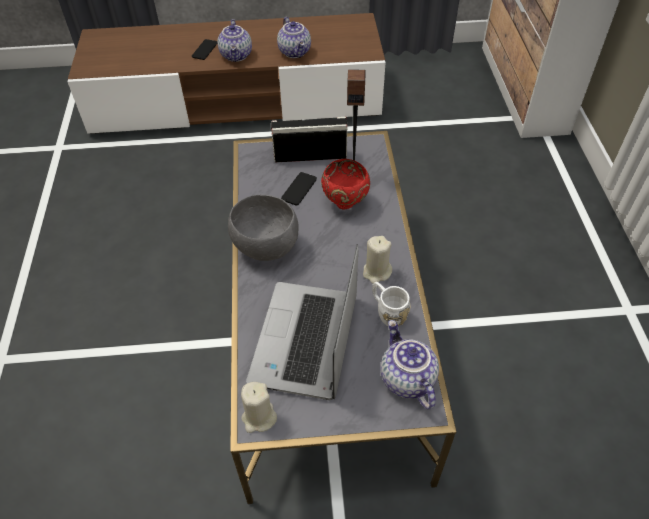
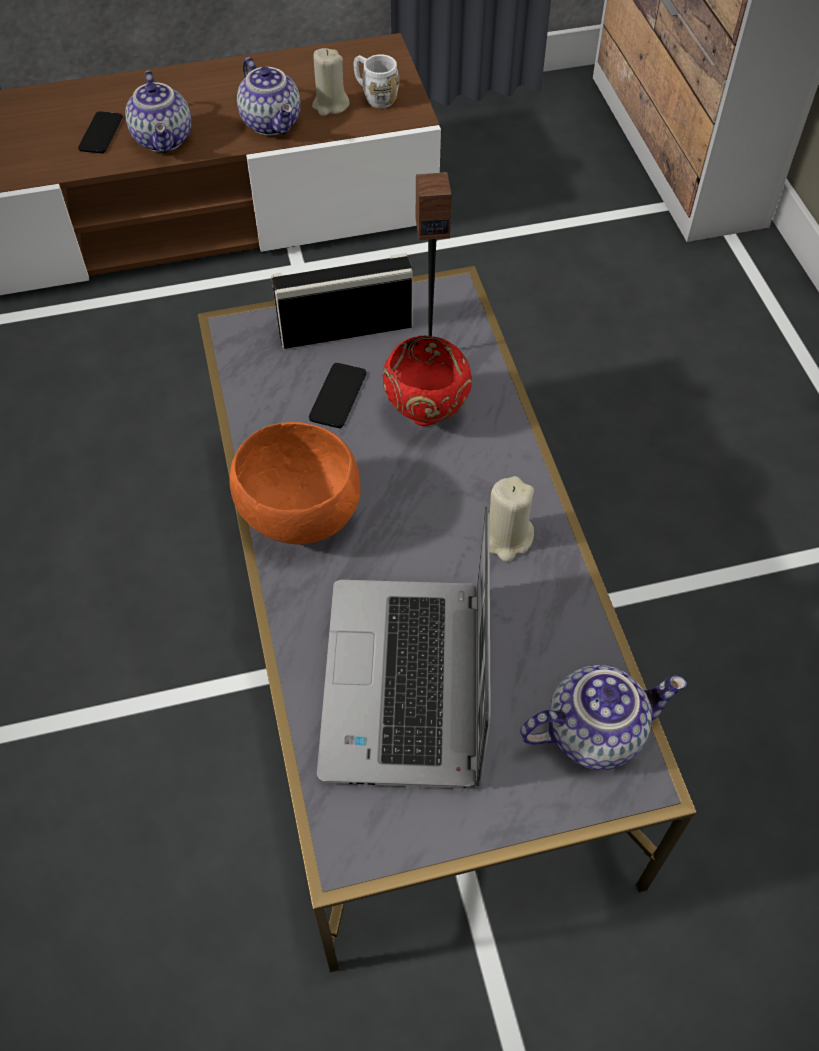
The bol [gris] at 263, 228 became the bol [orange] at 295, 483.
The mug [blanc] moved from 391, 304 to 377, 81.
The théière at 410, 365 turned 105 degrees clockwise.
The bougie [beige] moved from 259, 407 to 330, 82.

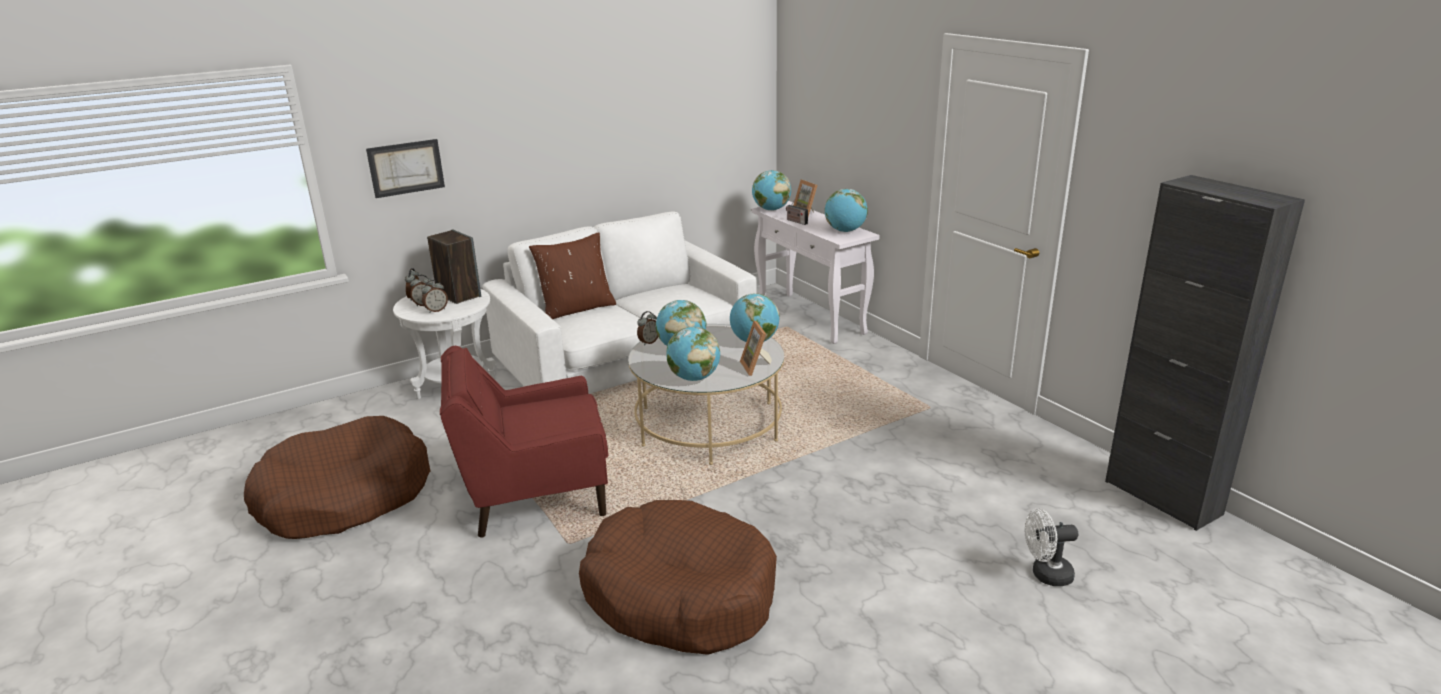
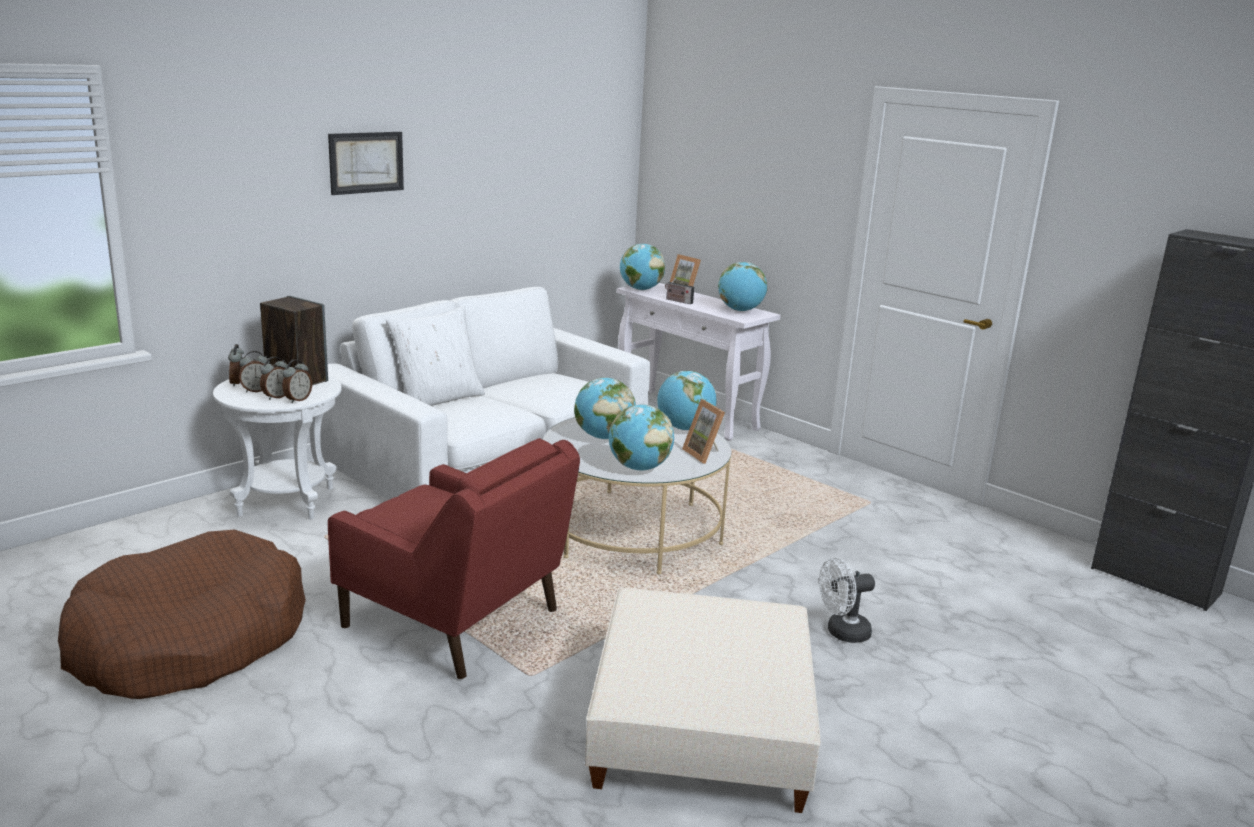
The tableau moved from 405, 168 to 366, 163.
The coussin [marron] at 572, 275 became the coussin [blanc] at 435, 356.
The réveil moved from 647, 328 to 297, 381.
The fauteuil [rouge] at 524, 442 turned 120 degrees counterclockwise.
The panier pour chien [marron] at 678, 577 was replaced by the pouf [beige] at 702, 700.
The ventilateur [blanc] moved from 1051, 547 to 847, 600.

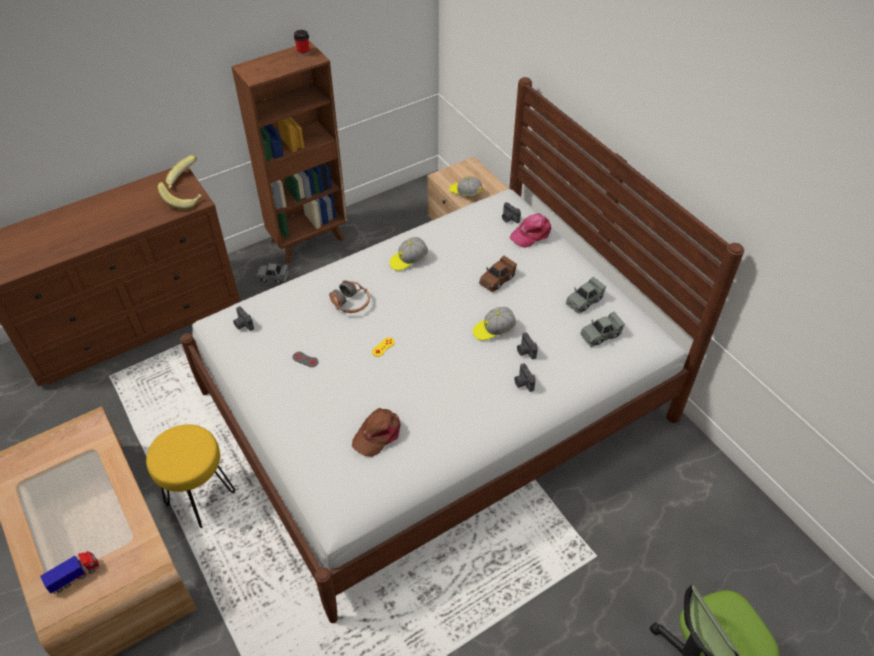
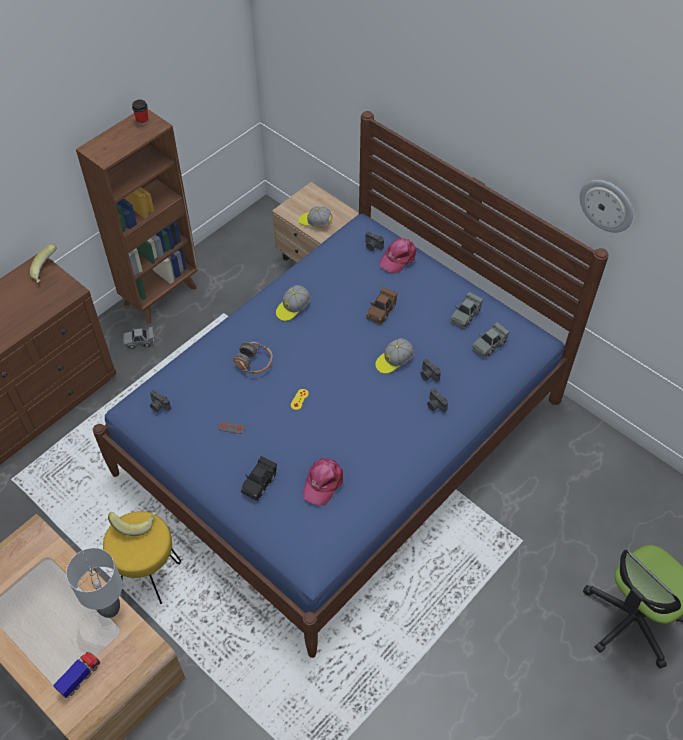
The lit [blanc] at 462, 350 became the lit [bleu] at 351, 384.
The banane moved from 179, 196 to 132, 524.
The casquette [marron] at 376, 432 became the casquette [rose] at 322, 481.
The horloge murale at 606, 206 appeared.
The petite voiture [noir] at 259, 478 appeared.
The lampe de table [gris] at 94, 583 appeared.

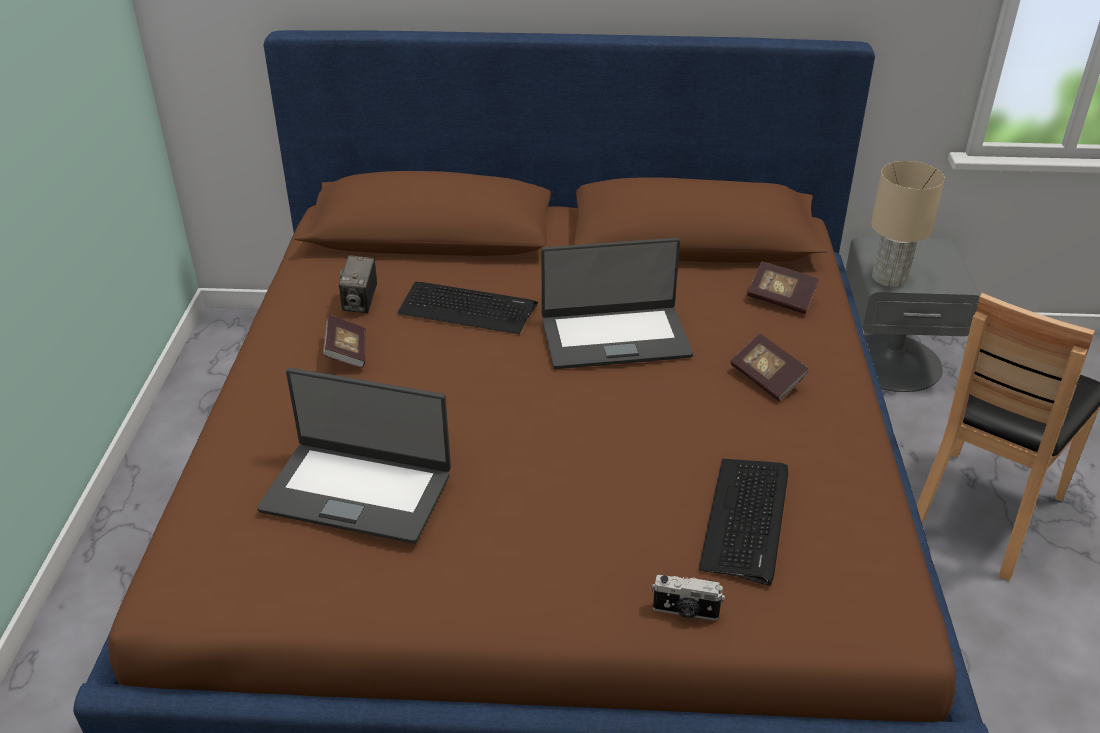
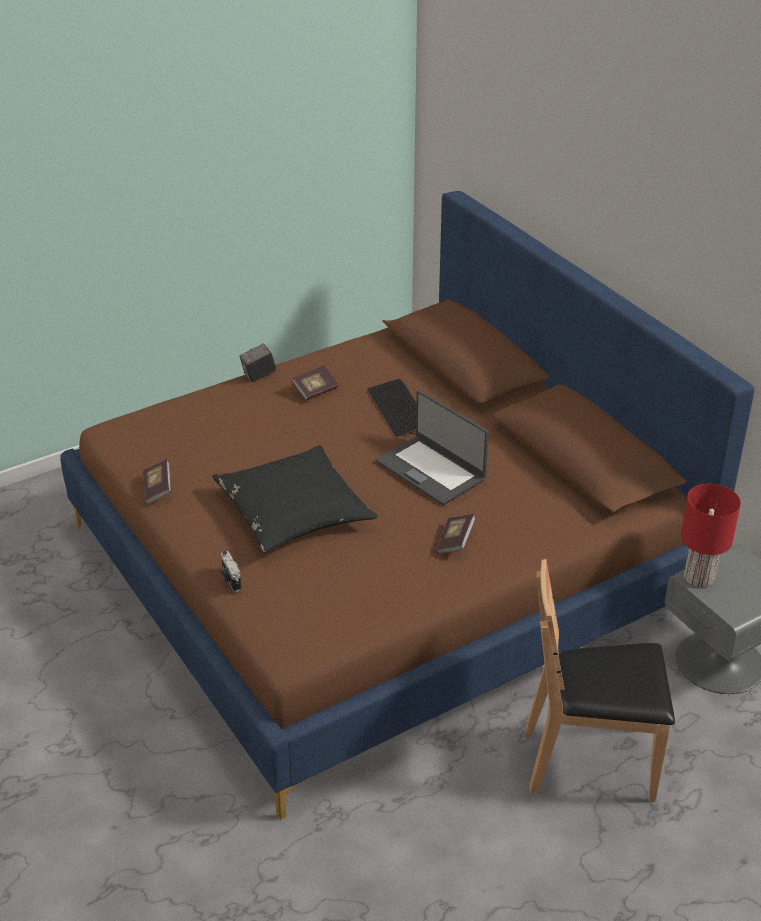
The lampe de table [beige] at 908, 224 became the lampe de table [rouge] at 711, 535.
The appareil photo moved from 358, 284 to 258, 363.
The livre moved from 783, 287 to 157, 481.
The ordinateur portable at 354, 456 disappeared.
The clavier at 743, 522 disappeared.
The coussin [noir] at 295, 499 appeared.

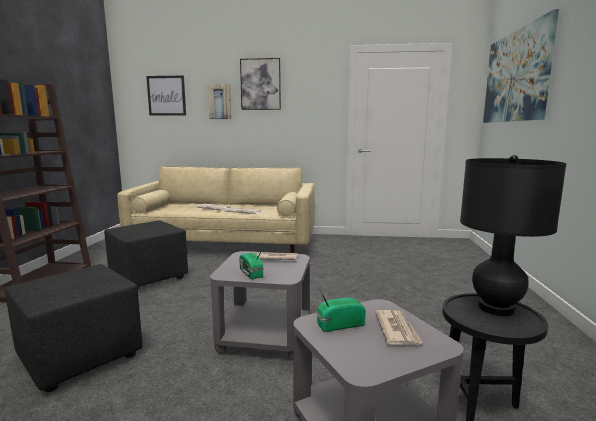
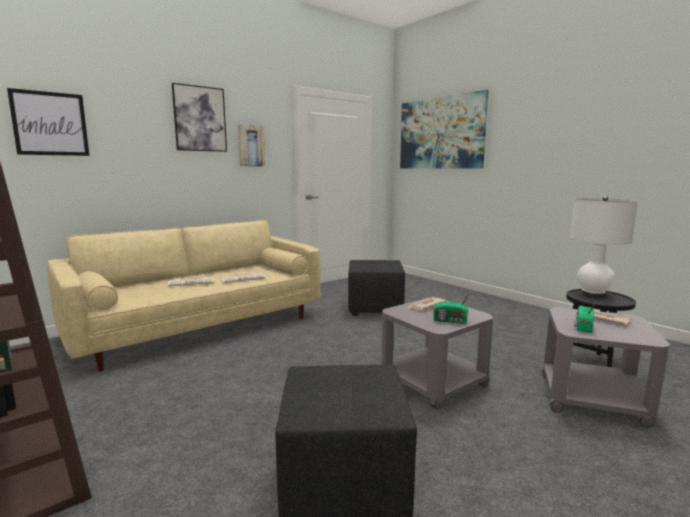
The tableau moved from 219, 102 to 251, 145.
The lampe de table [noir] at 513, 235 became the lampe de table [blanc] at 604, 247.
The pouf [noir] moved from 146, 254 to 376, 288.

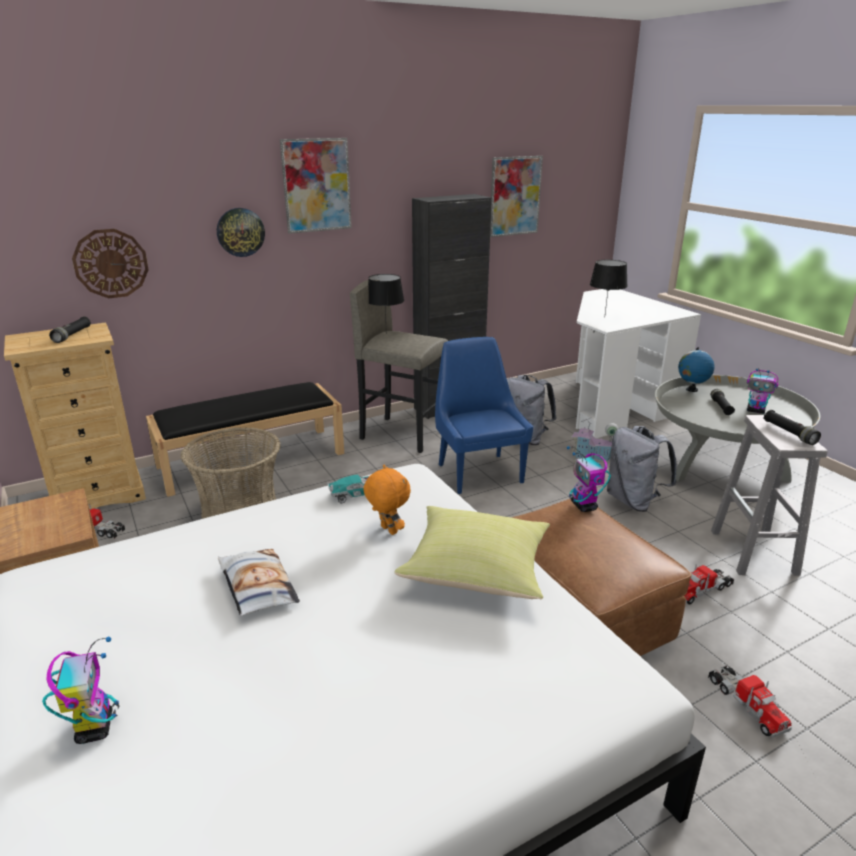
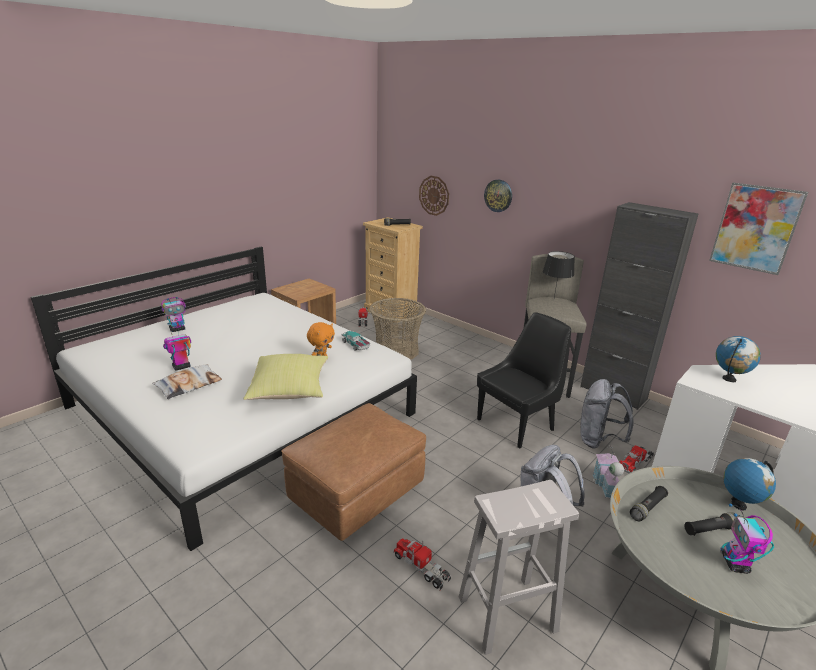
The tableau at 316, 186 disappeared.
The lampe de table [noir] at 609, 289 was replaced by the globe at 738, 359.
The chaise [bleu] at 484, 415 became the chaise [noir] at 524, 380.
The banc [noir] at 245, 439 disappeared.
The lampe de poche [noir] moved from 792, 427 to 649, 503.
The robot jouet moved from 589, 479 to 177, 346.
The coussin moved from 259, 582 to 187, 381.
The camion jouet moved from 750, 702 to 636, 459.

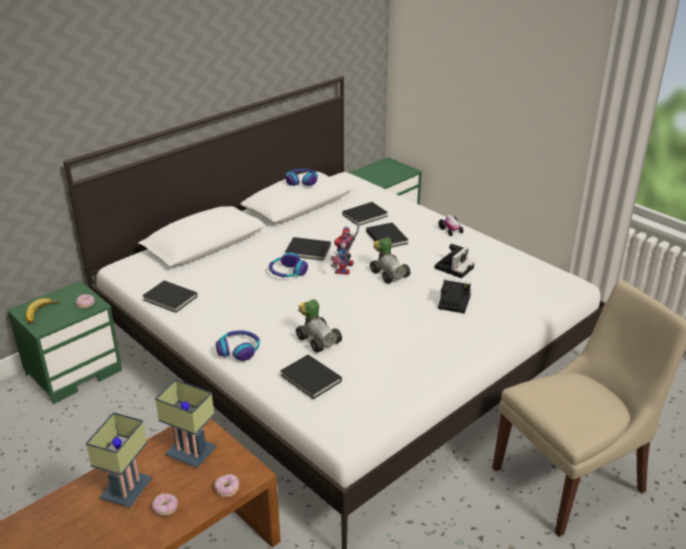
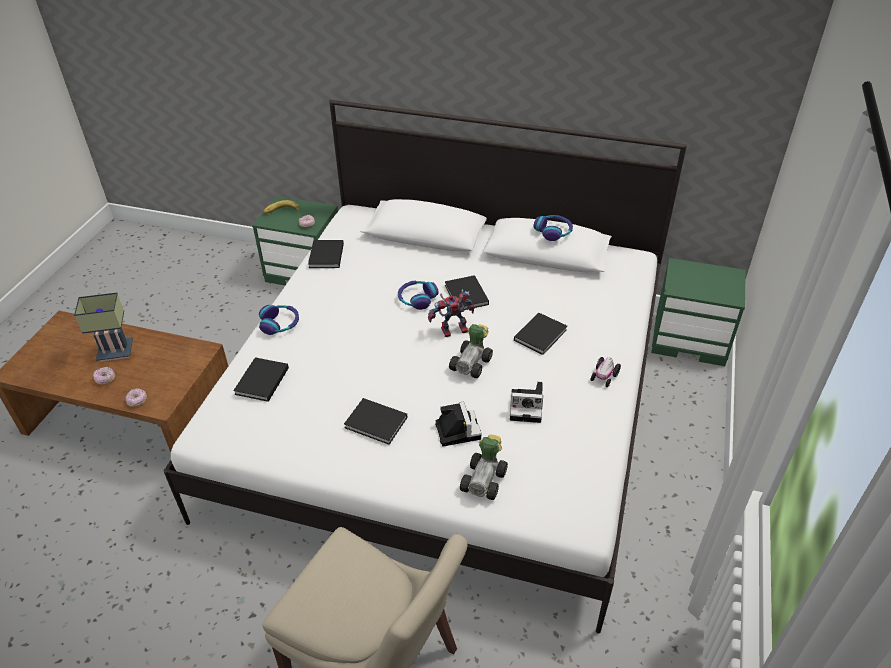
The livre [noir] moved from 365, 214 to 375, 421.
The petite voiture moved from 319, 325 to 484, 467.
The lampe de table at 186, 423 disappeared.

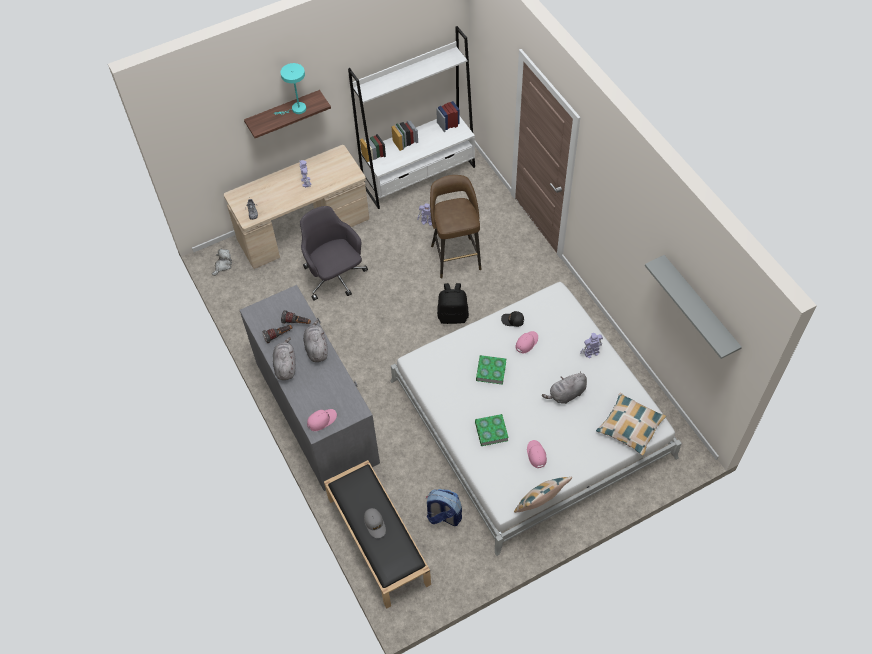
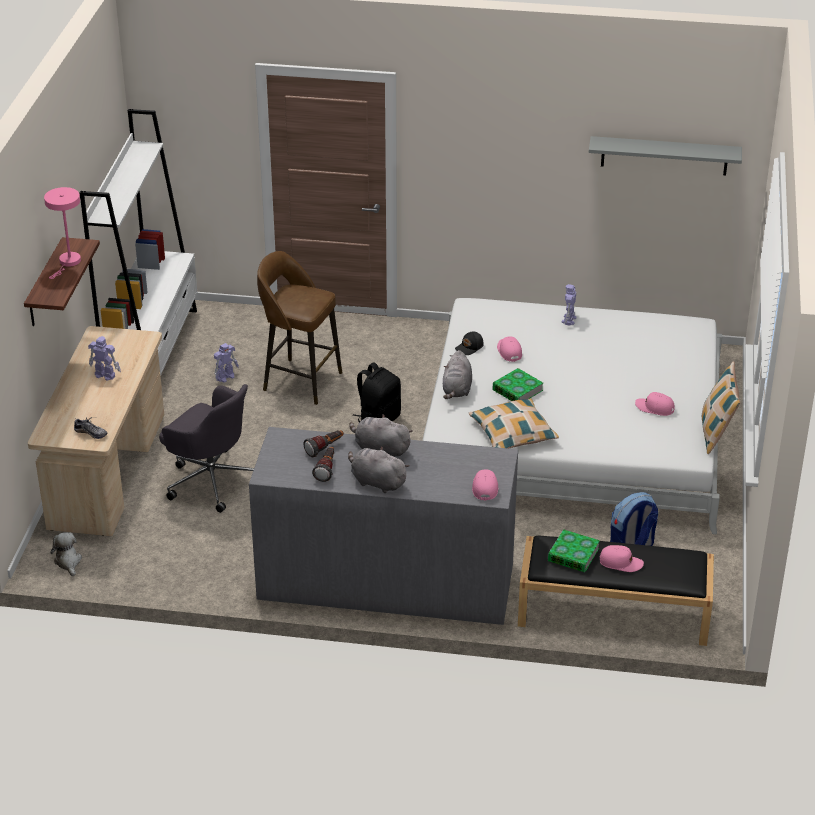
The lampe de table [turquoise] at 290, 89 became the lampe de table [rose] at 62, 233.
The chaise de bureau [gris] at 334, 253 turned 150 degrees counterclockwise.
The peluche [gris] moved from 564, 387 to 457, 374.
The coussin moved from 631, 424 to 514, 423.
The livre moved from 492, 430 to 574, 550.
The casquette [gris] at 375, 523 became the casquette [rose] at 622, 558.

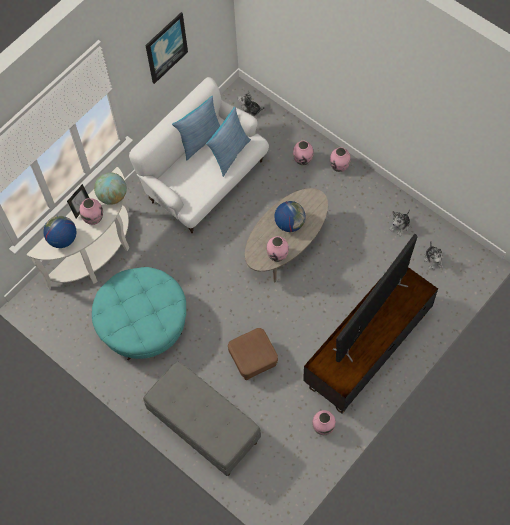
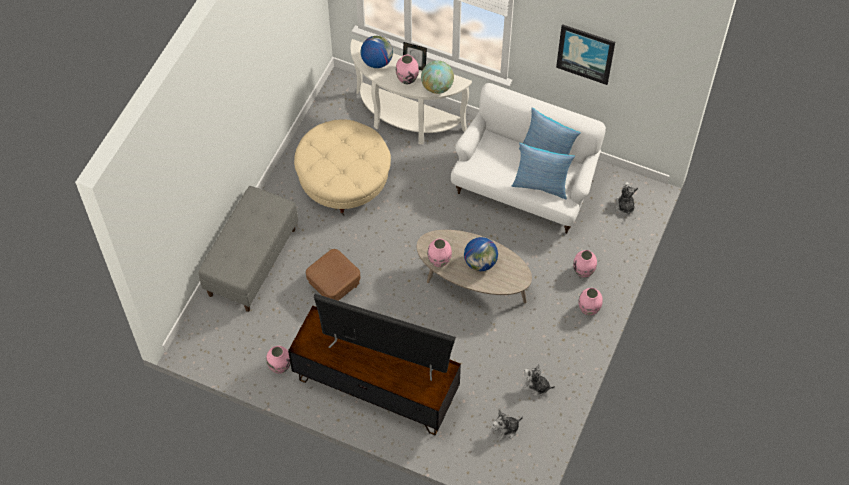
The pouf [turquoise] at 139, 313 became the pouf [beige] at 342, 167.

